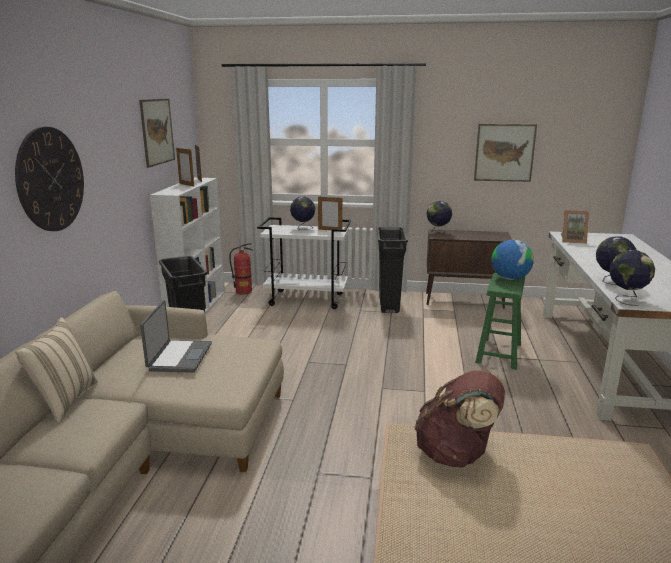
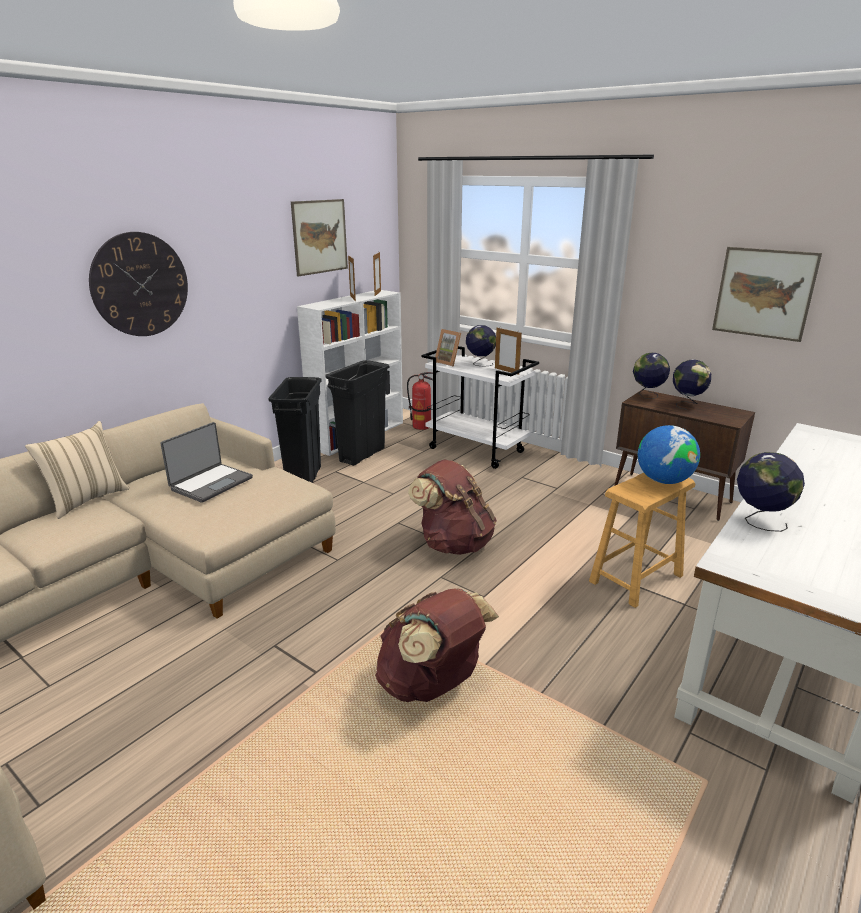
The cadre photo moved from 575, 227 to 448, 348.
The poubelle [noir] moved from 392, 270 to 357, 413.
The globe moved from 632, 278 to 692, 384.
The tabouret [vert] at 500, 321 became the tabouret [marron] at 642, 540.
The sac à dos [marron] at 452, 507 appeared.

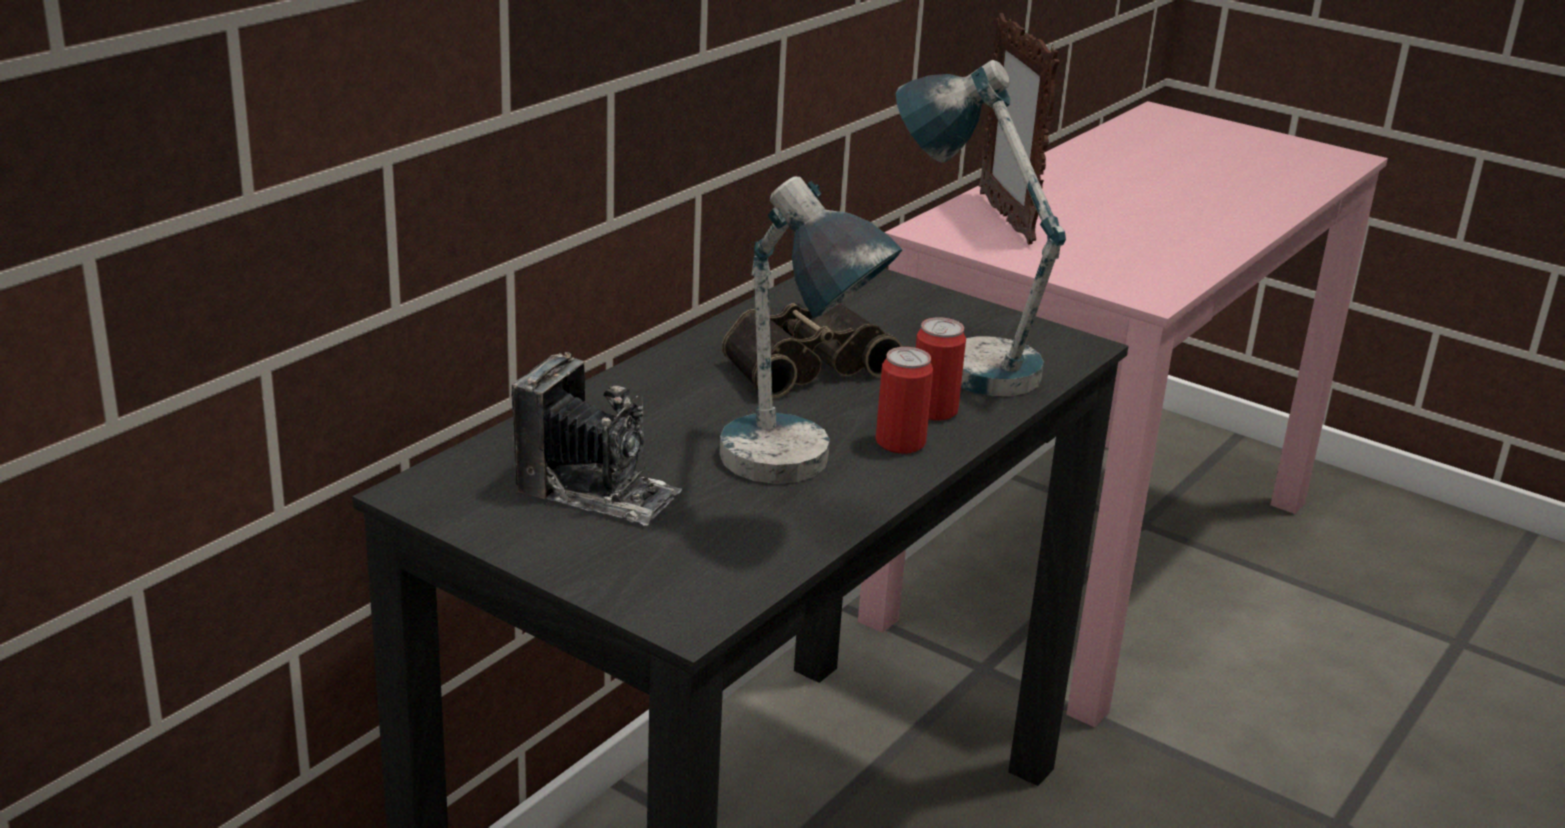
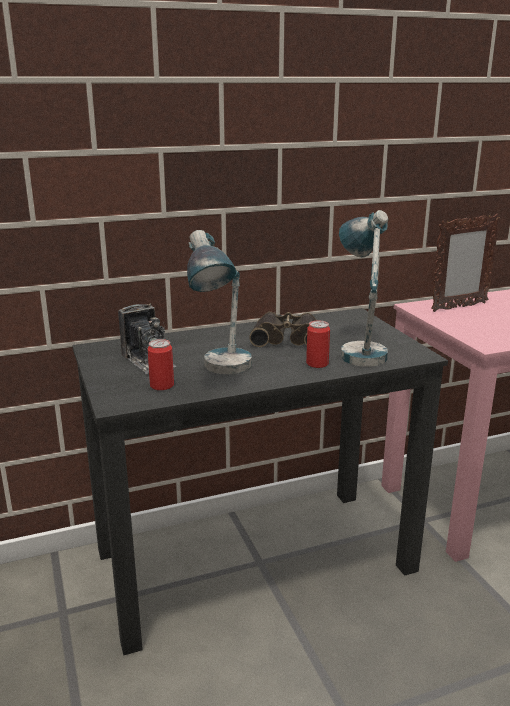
The cadre photo at 1019, 128 turned 135 degrees counterclockwise.
The boîte métallique moved from 904, 400 to 160, 364.

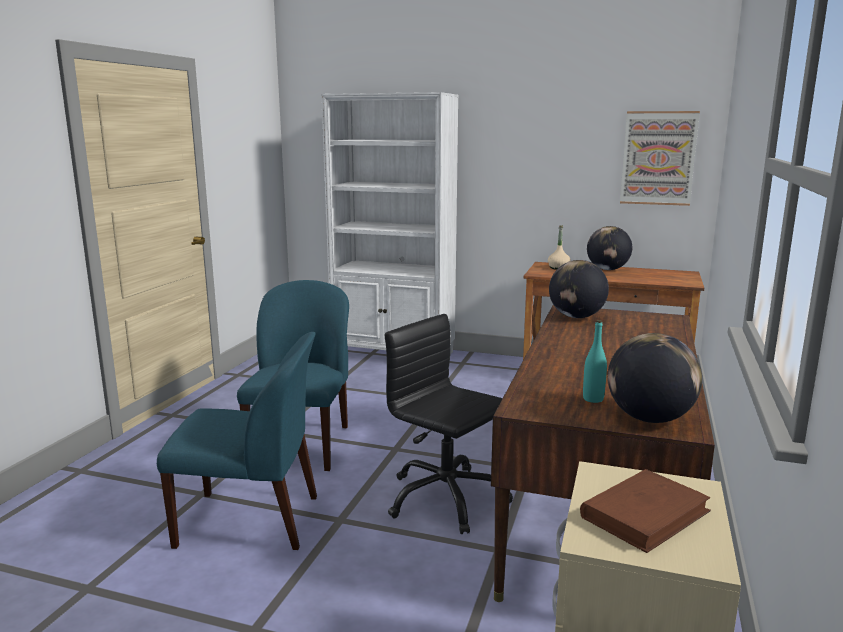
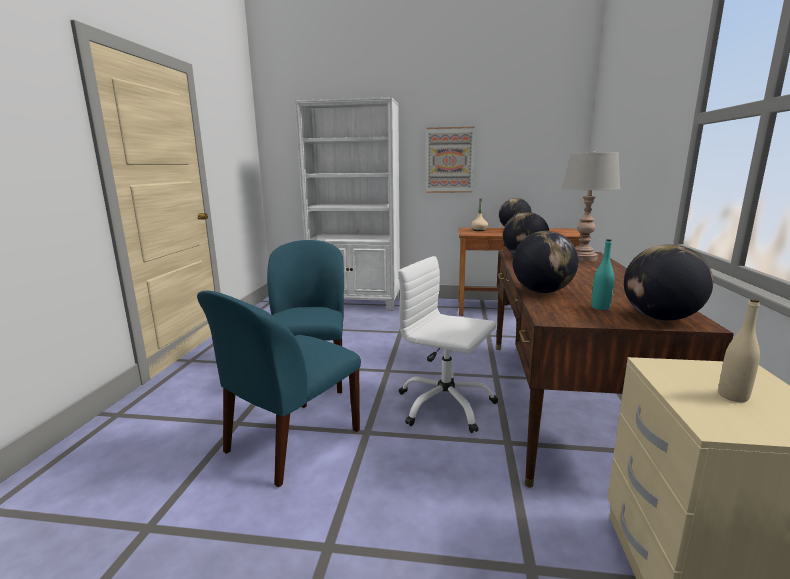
The tableau moved from 660, 158 to 450, 160.
The chaise de bureau [noir] at 448, 424 became the chaise de bureau [blanc] at 448, 344.
The chaise [bleu] at 237, 441 turned 135 degrees clockwise.
The livre [marron] at 645, 511 was replaced by the bouteille [beige] at 739, 350.
The lampe de table [gris] at 591, 206 appeared.
The globe at 545, 262 appeared.

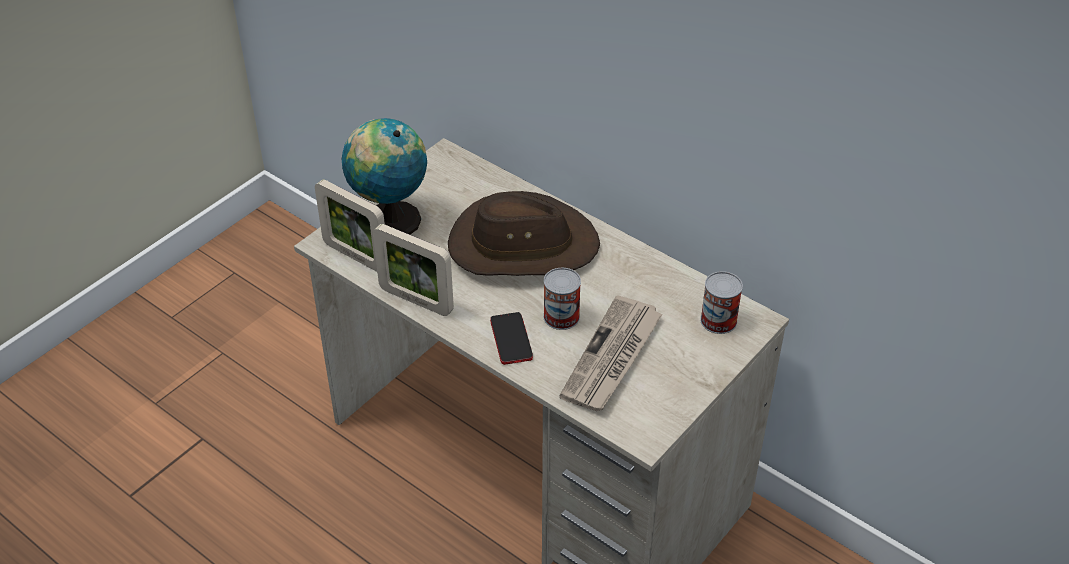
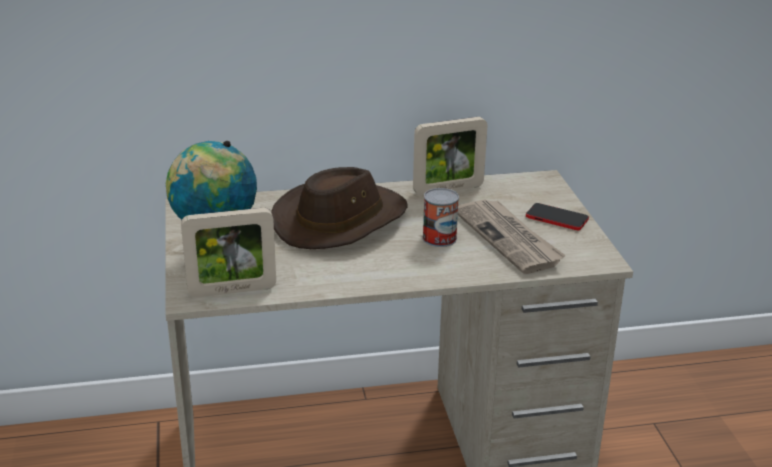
The cadre photo moved from 413, 270 to 450, 156.
The boîte métallique at 721, 302 disappeared.
The téléphone moved from 511, 338 to 557, 216.

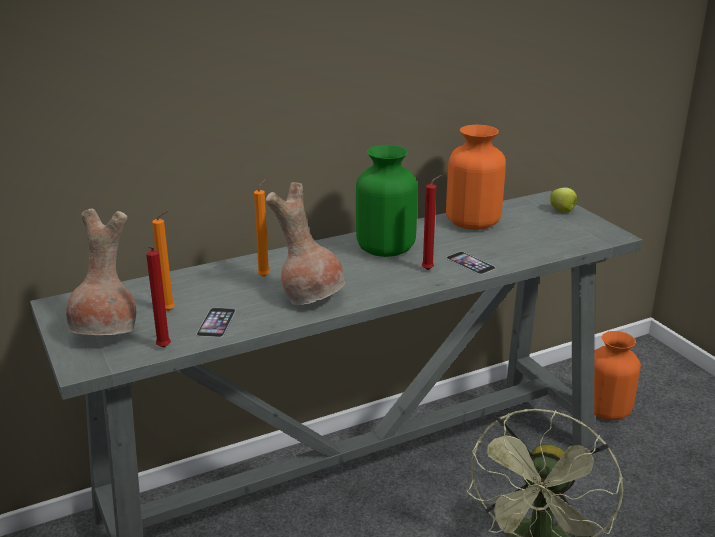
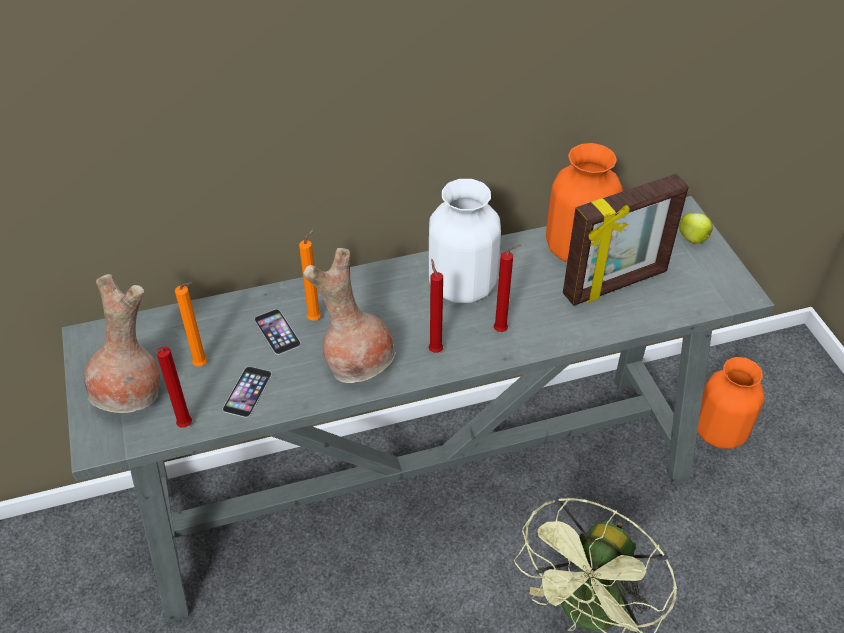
The vase [vert] at 387, 201 became the vase [blanc] at 465, 241.
The téléphone moved from 471, 263 to 277, 332.
The cadre photo at 626, 240 appeared.
The bougie [rouge] at 436, 305 appeared.

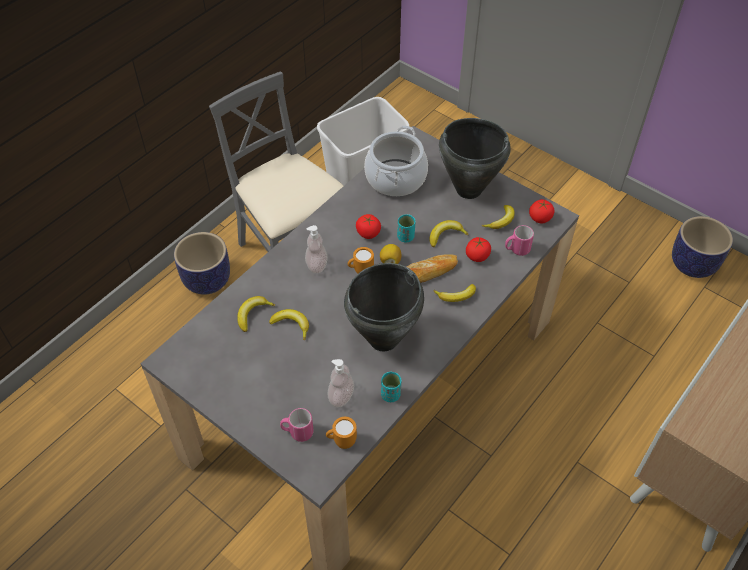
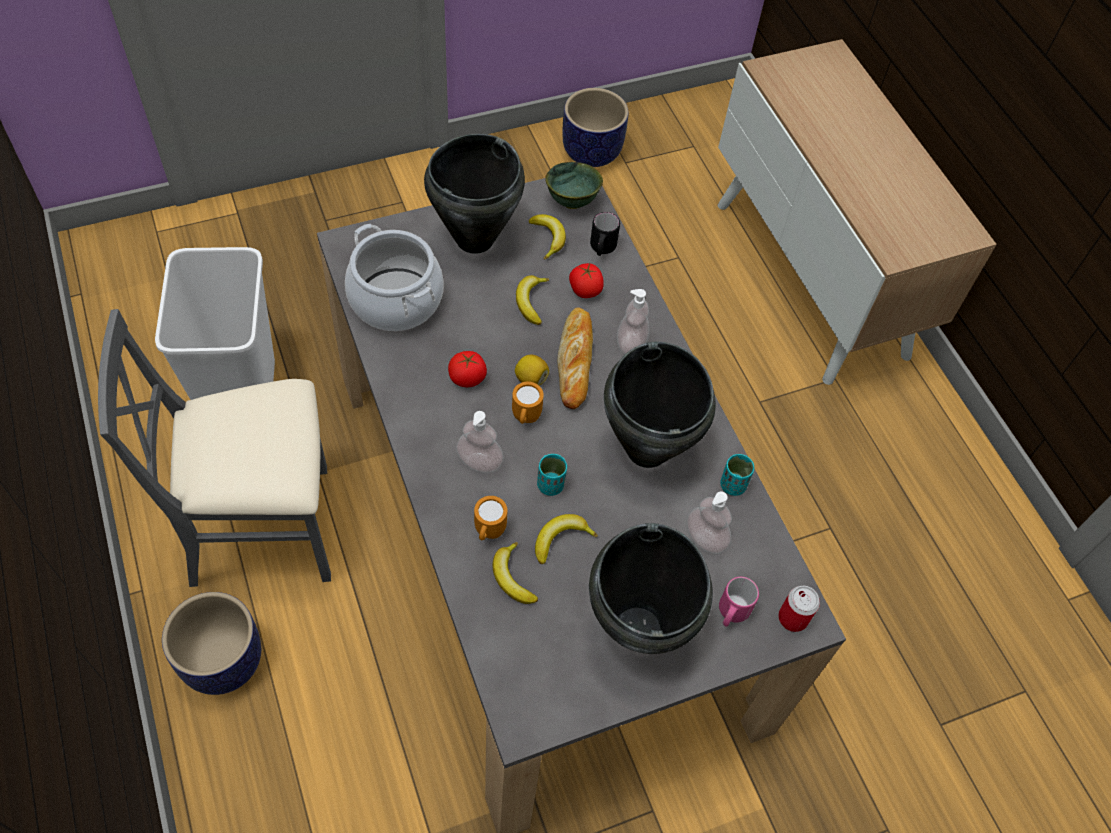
The tomate at 542, 211 was replaced by the bol [vert] at 574, 185.
The tasse [turquoise] moved from 406, 228 to 552, 475.
The mug [rose] at 519, 240 became the mug [noir] at 605, 234.
The banane at 454, 293 was replaced by the distributeur de savon at 633, 321.
The mug [orange] moved from 341, 433 to 490, 518.
The marmite [noir] at 651, 588 appeared.
The boîte métallique at 799, 609 appeared.

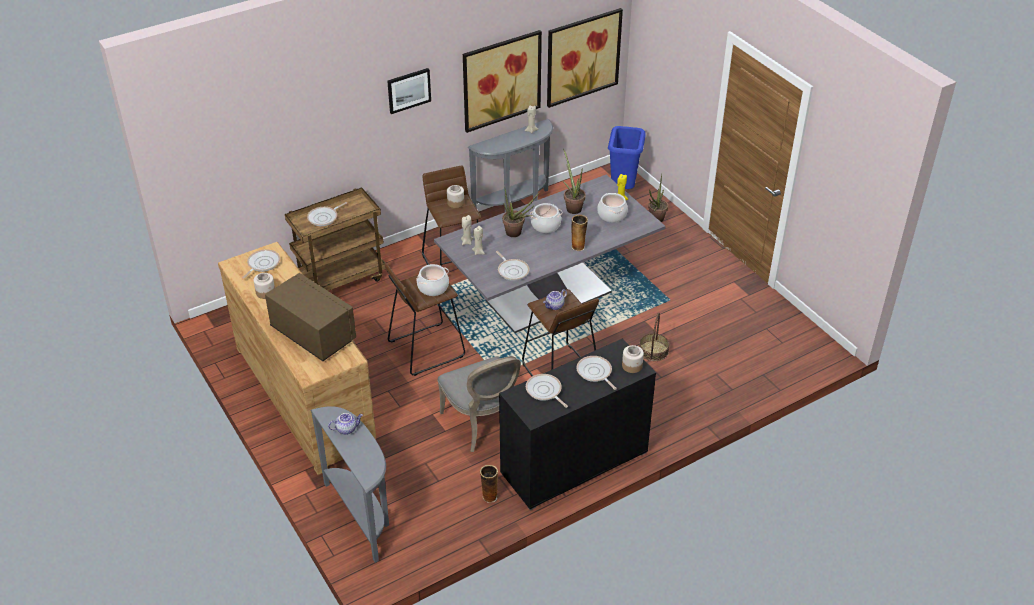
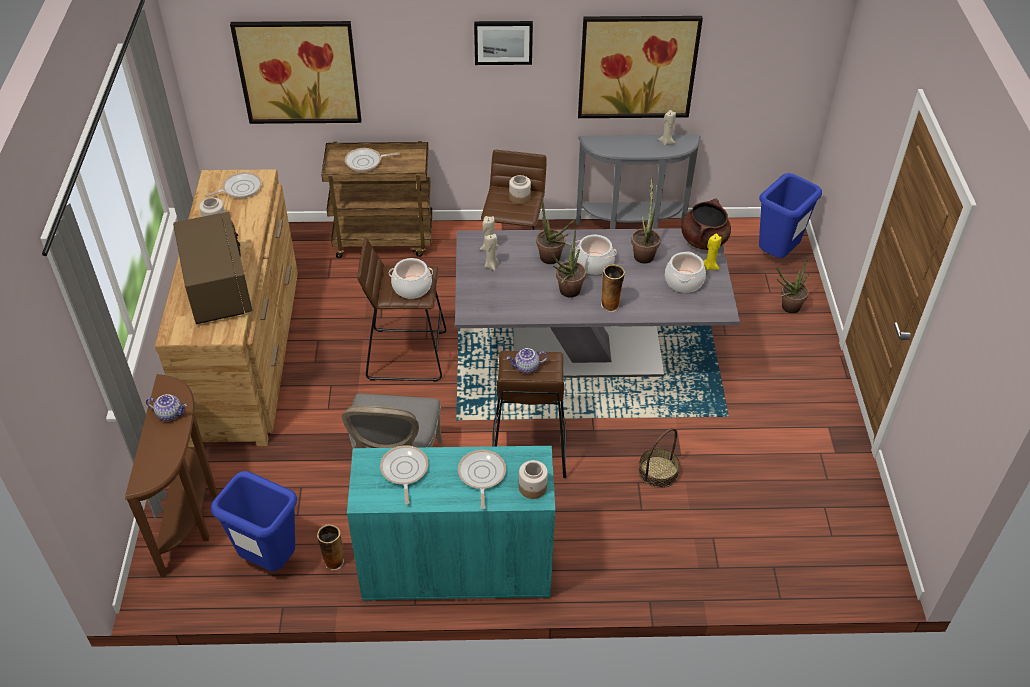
The tableau moved from 585, 58 to 295, 72.
The poêle at 513, 266 disappeared.
The meuble de rangement [noir] at 577, 424 became the meuble de rangement [turquoise] at 451, 523.
The table console [gris] at 350, 484 became the table console [marron] at 171, 475.
The marmite [marron] at 706, 224 appeared.
The plante en pot at 569, 261 appeared.
The poubelle [bleu] at 254, 521 appeared.

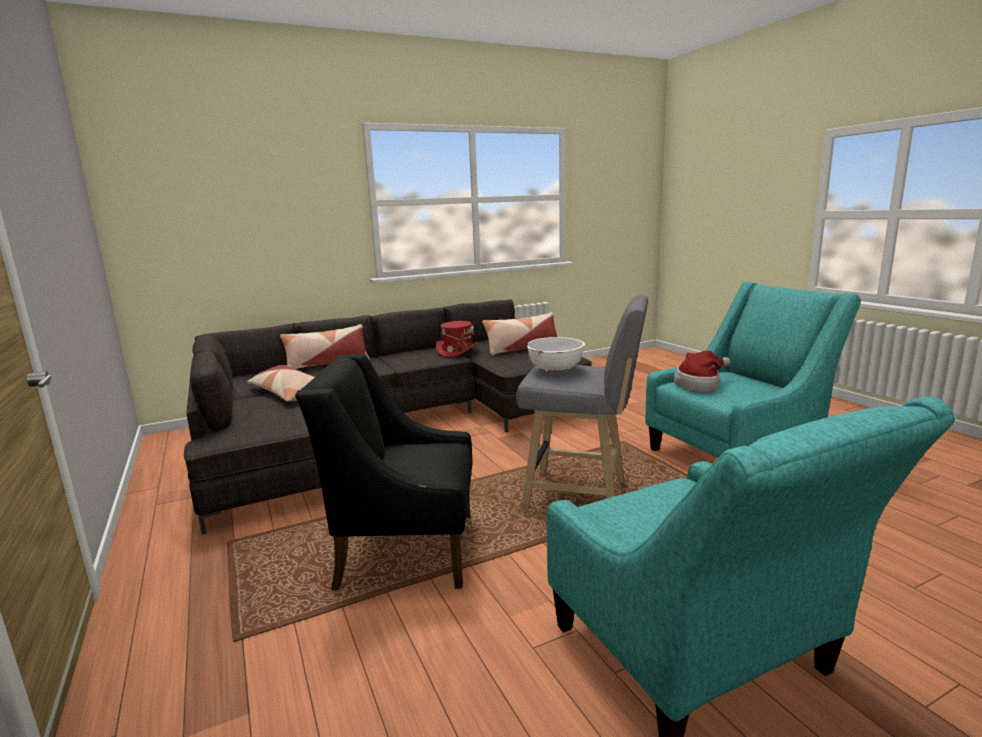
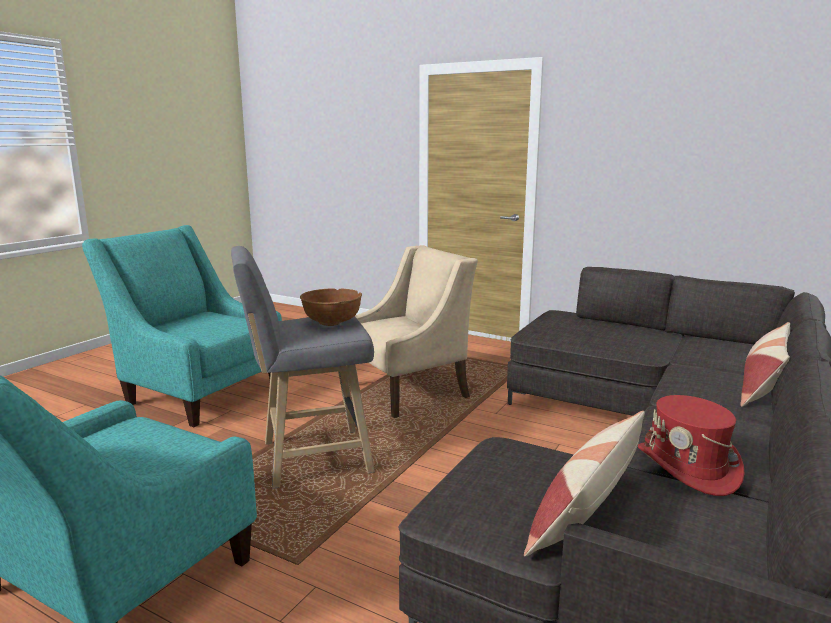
The bol [blanc] at 556, 354 became the bol [marron] at 331, 307.
The chapeau at 702, 371 disappeared.
The fauteuil [noir] at 383, 472 became the fauteuil [beige] at 416, 331.
The coussin at 281, 383 disappeared.

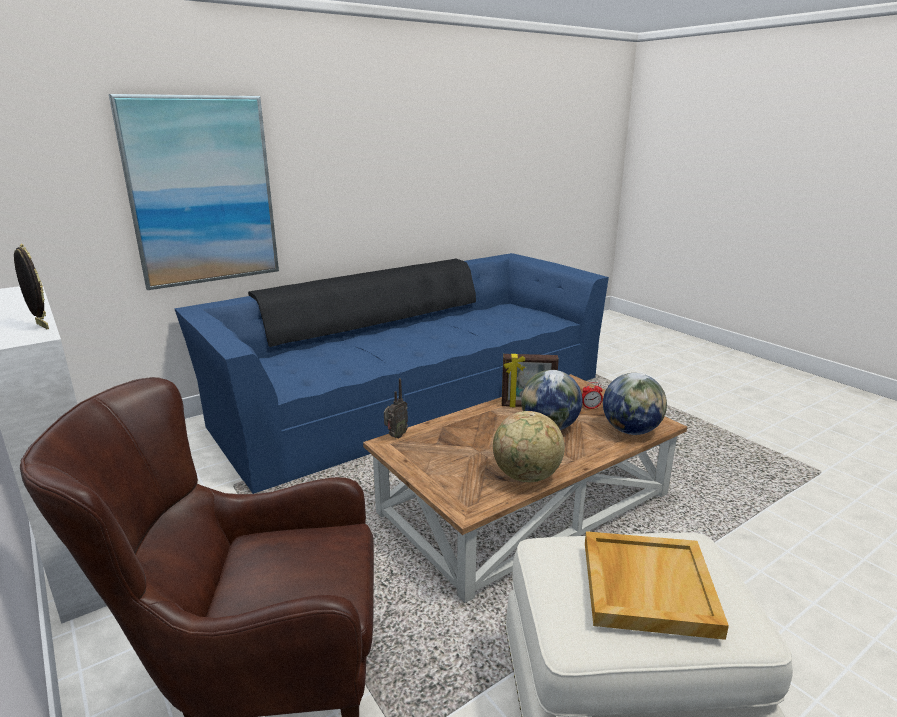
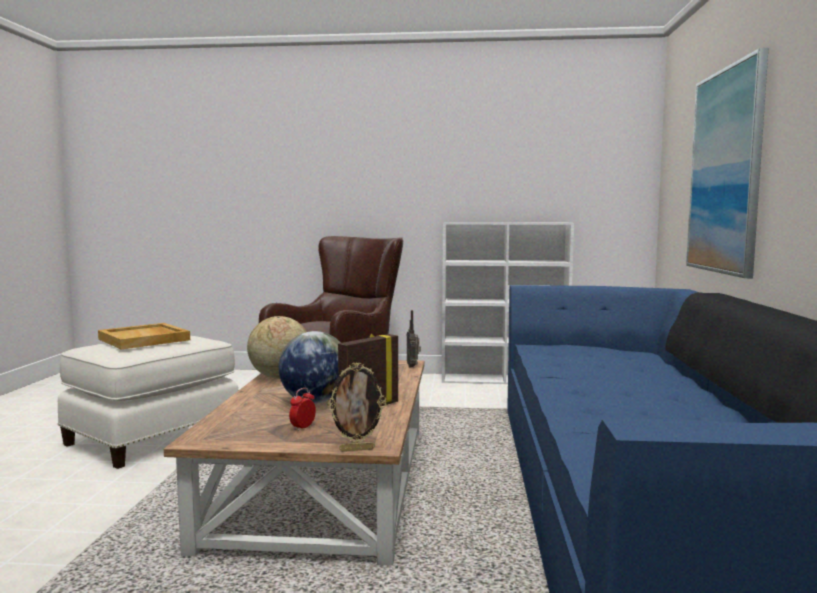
The cadre photo moved from 31, 286 to 356, 406.
The globe at 635, 404 disappeared.

